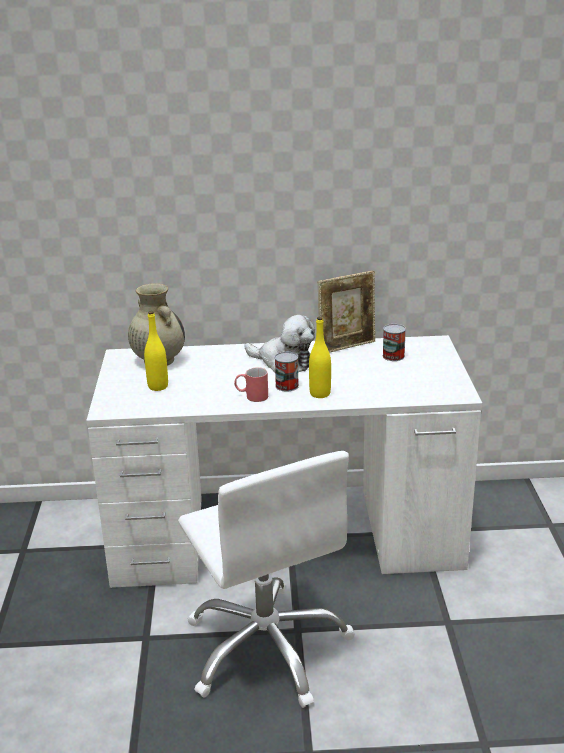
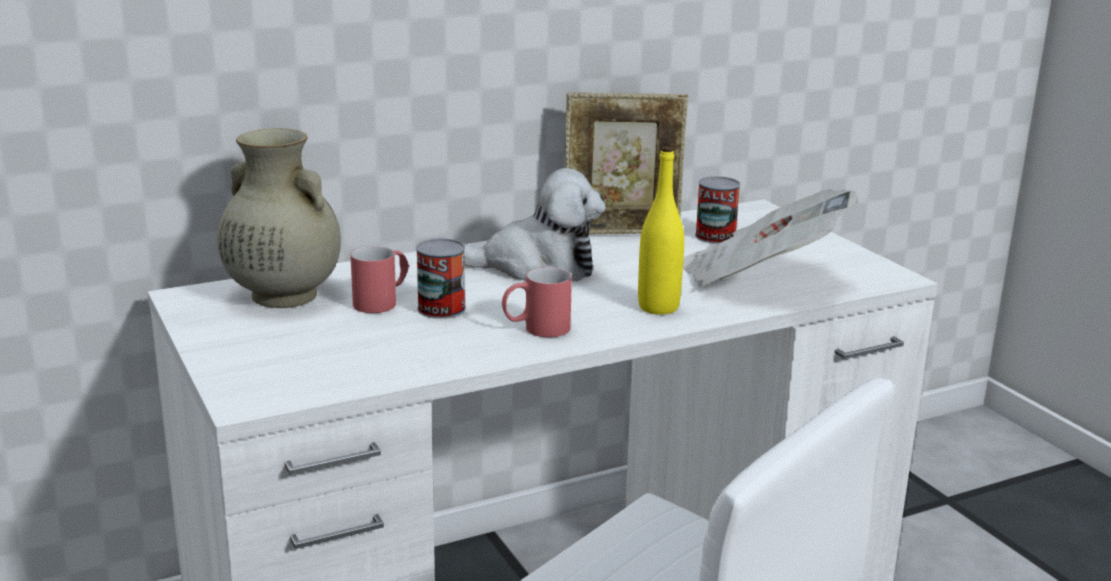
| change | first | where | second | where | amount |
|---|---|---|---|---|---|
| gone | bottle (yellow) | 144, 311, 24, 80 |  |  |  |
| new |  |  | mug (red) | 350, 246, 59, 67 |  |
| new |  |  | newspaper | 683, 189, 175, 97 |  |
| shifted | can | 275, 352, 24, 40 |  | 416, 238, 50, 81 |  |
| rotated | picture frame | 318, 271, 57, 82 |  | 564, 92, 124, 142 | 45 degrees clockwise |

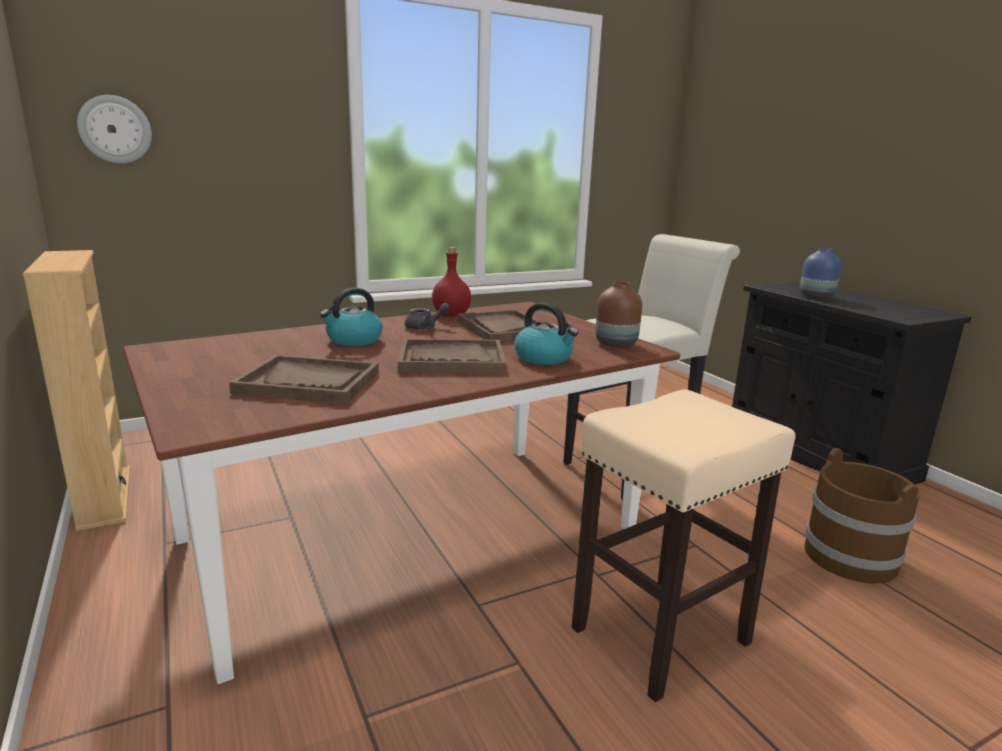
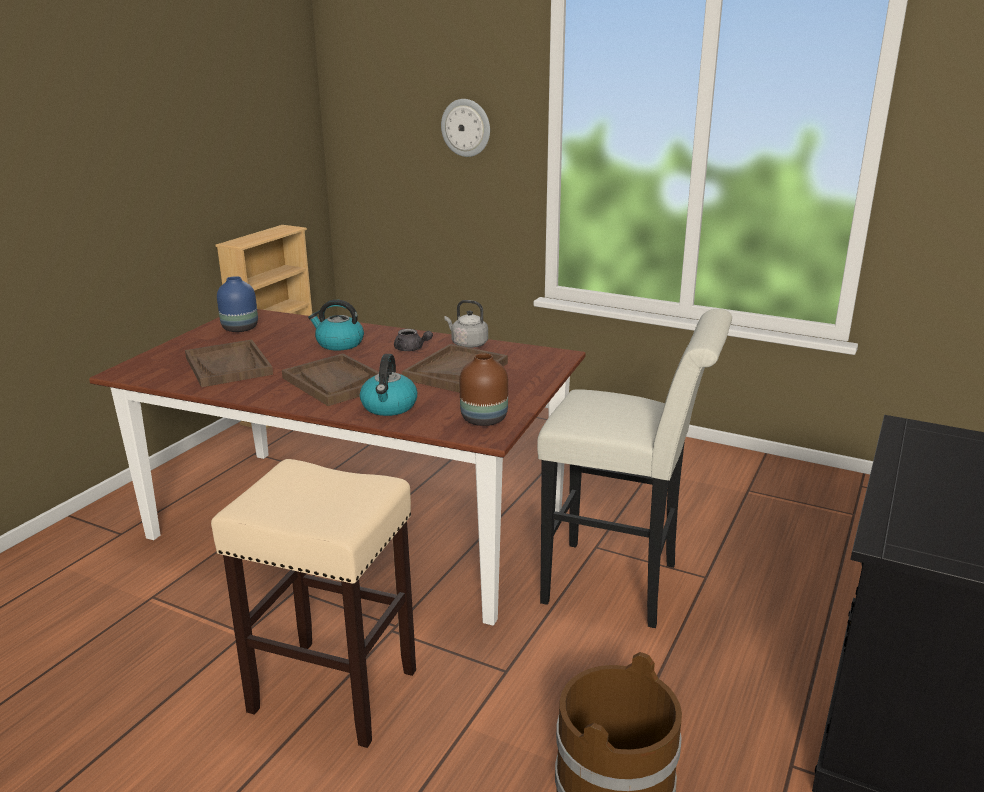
| change | first | where | second | where | amount |
|---|---|---|---|---|---|
| shifted | wall clock | 77, 95, 75, 68 |  | 441, 99, 49, 58 |  |
| shifted | vase (blue) | 800, 248, 41, 50 |  | 217, 276, 41, 56 |  |
| swapped | bottle (red) | 432, 247, 39, 70 | kettle (grey) | 444, 300, 44, 48 |  |

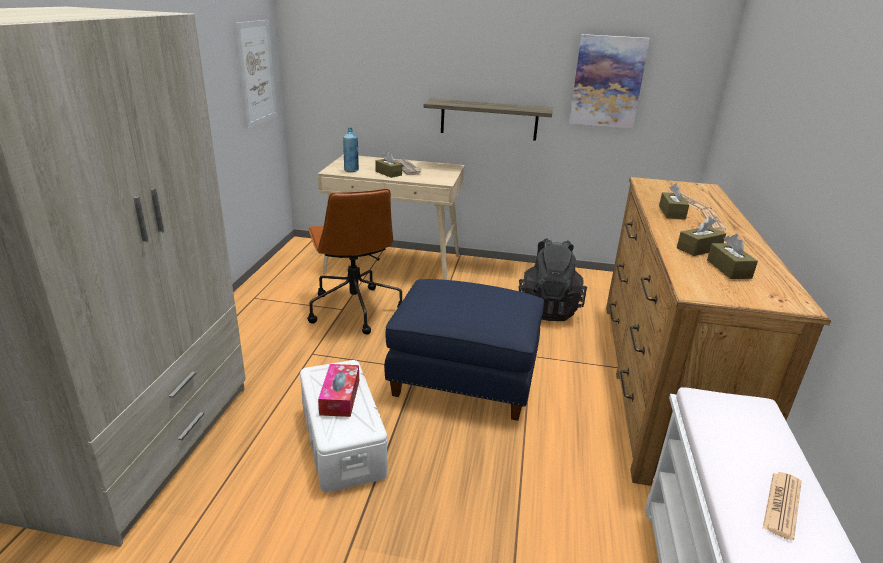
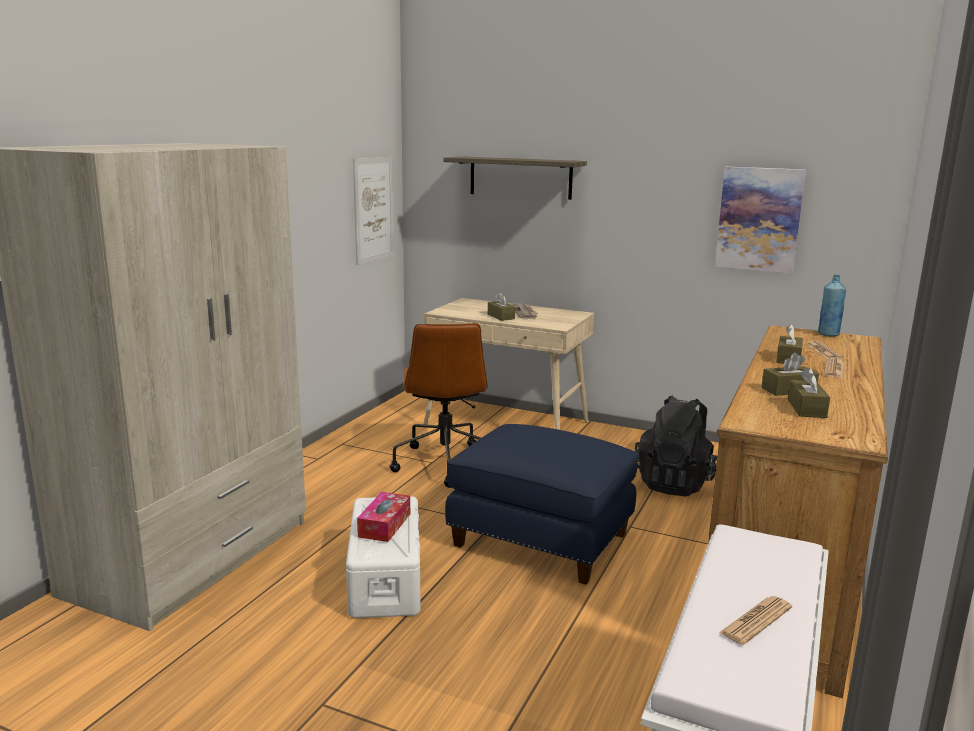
| change | first | where | second | where | amount |
|---|---|---|---|---|---|
| shifted | bottle (blue) | 343, 127, 16, 45 |  | 818, 275, 28, 61 |  |
| shifted | shelf | 424, 99, 129, 42 |  | 443, 156, 144, 44 |  |

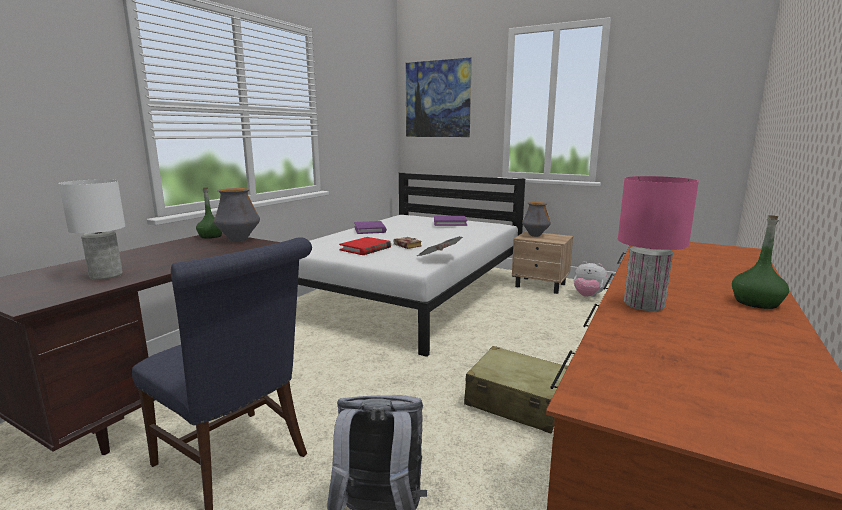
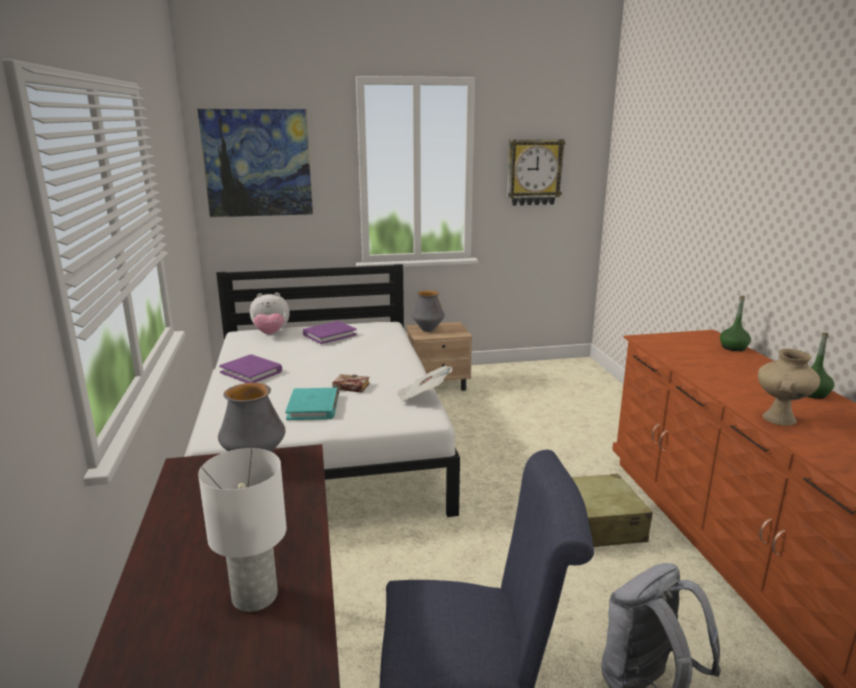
| change | first | where | second | where | amount |
|---|---|---|---|---|---|
| new |  |  | wall clock | 507, 139, 58, 67 |  |
| shifted | bottle (green) | 196, 188, 27, 51 |  | 720, 296, 31, 55 |  |
| shifted | plush toy | 573, 261, 35, 36 |  | 250, 293, 40, 42 |  |
| swapped | table lamp (pink) | 618, 176, 81, 135 | vase (beige) | 758, 349, 62, 77 |  |
| repainted | book (red) | 339, 237, 52, 18 | book (turquoise) | 285, 388, 54, 32 |  |

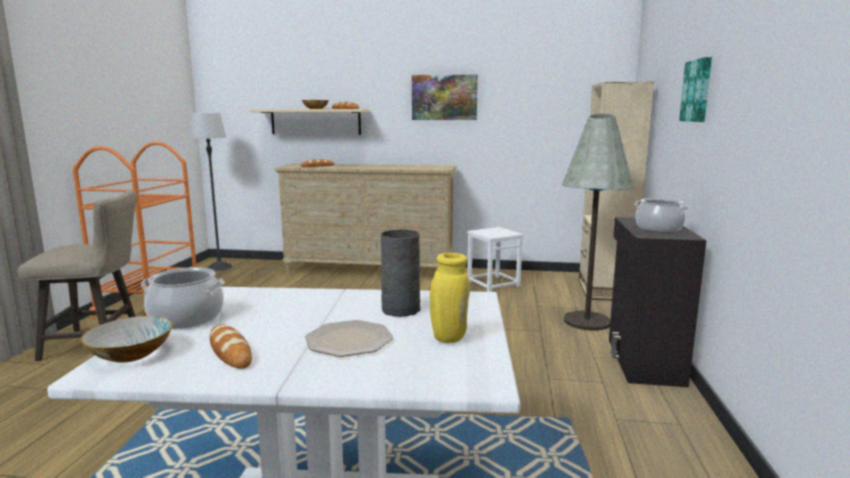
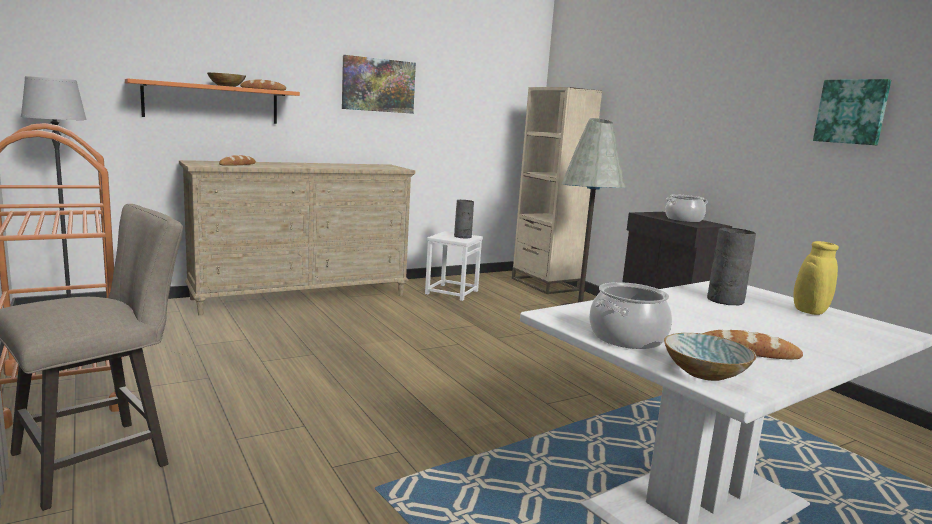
| change | first | where | second | where | amount |
|---|---|---|---|---|---|
| gone | plate | 305, 320, 88, 37 |  |  |  |
| new |  |  | vase (grey) | 454, 200, 20, 39 |  |
| shifted | picture | 679, 57, 33, 65 |  | 813, 79, 78, 66 |  |
| repainted | shelf (beige) | 249, 109, 120, 26 | shelf (orange) | 125, 78, 175, 46 |  |

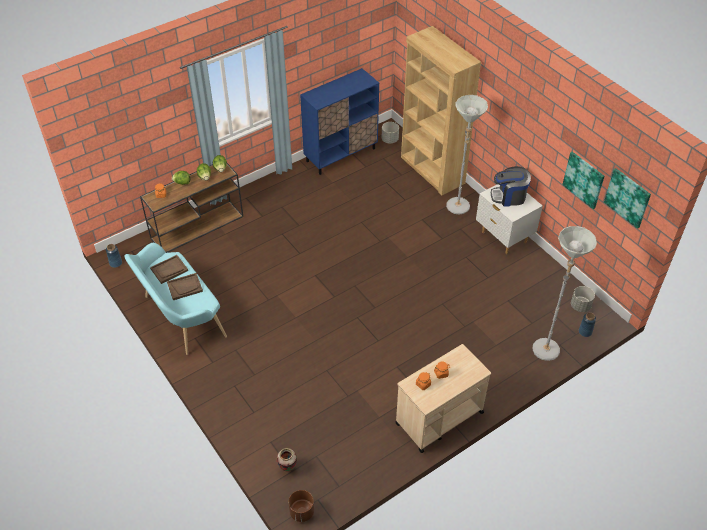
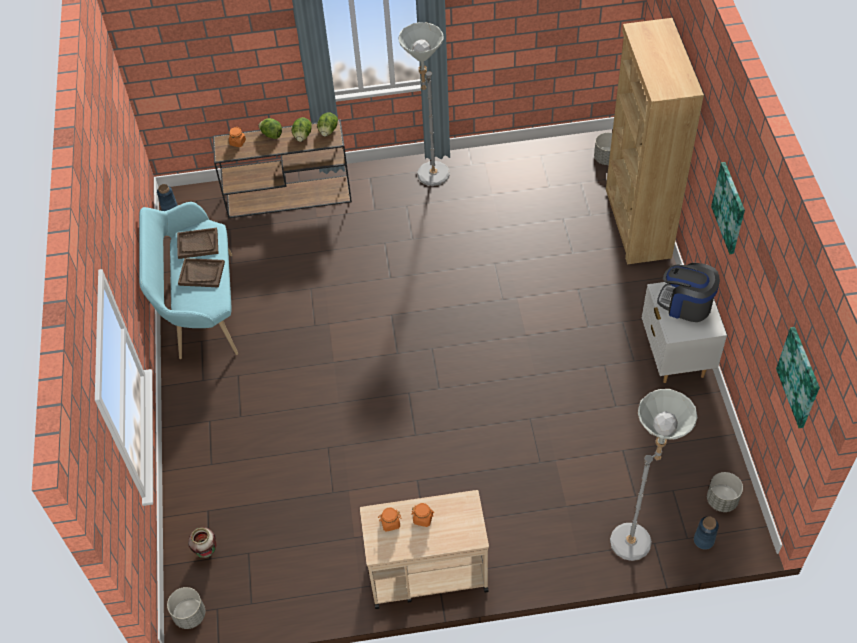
| change | first | where | second | where | amount |
|---|---|---|---|---|---|
| gone | cabinet (blue) | 300, 68, 79, 107 |  |  |  |
| shifted | floor lamp (grey) | 446, 95, 42, 119 |  | 399, 22, 51, 164 |  |
| shifted | picture | 562, 152, 43, 57 |  | 711, 162, 34, 92 |  |
| repainted | planter (brown) | 289, 490, 25, 32 | planter (grey) | 167, 587, 38, 42 |  |

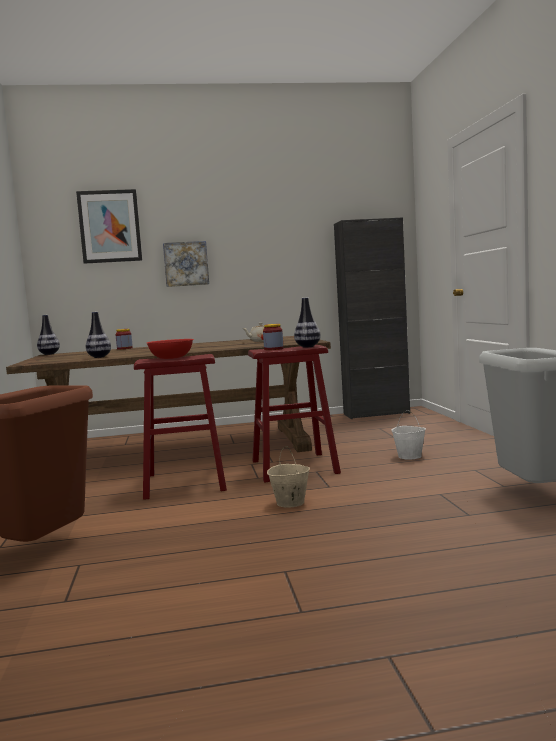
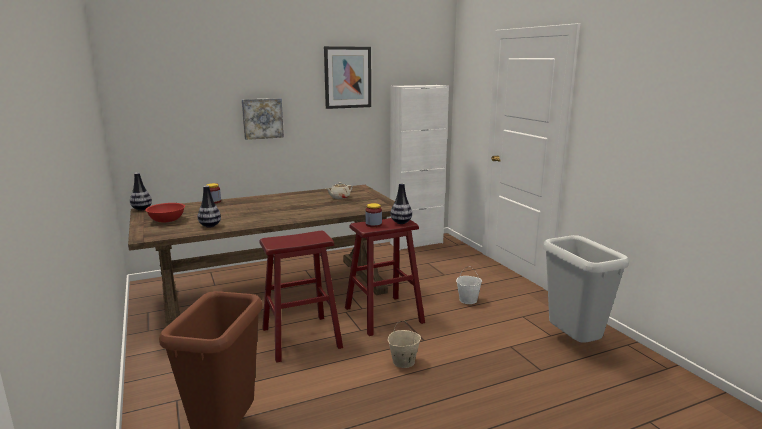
| change | first | where | second | where | amount |
|---|---|---|---|---|---|
| shifted | picture | 76, 189, 66, 75 |  | 324, 46, 47, 63 |  |
| shifted | bowl (red) | 146, 339, 48, 20 |  | 145, 203, 40, 20 |  |
| repainted | cabinet (black) | 334, 217, 76, 202 | cabinet (white) | 390, 85, 59, 165 |  |

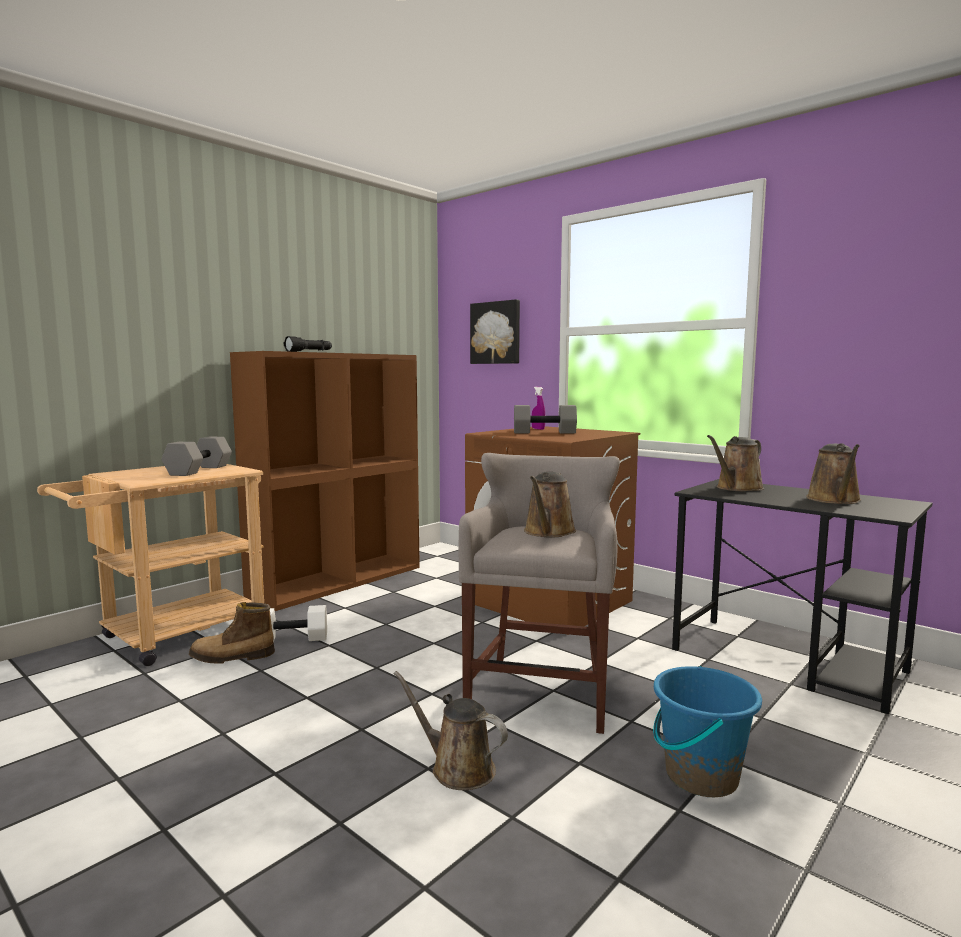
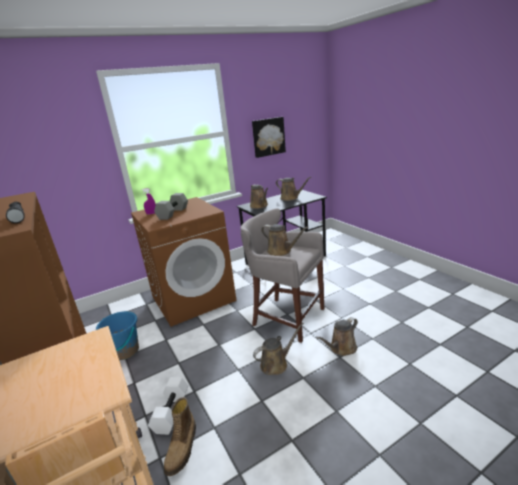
| change | first | where | second | where | amount |
|---|---|---|---|---|---|
| gone | dumbbell (grey) | 162, 437, 70, 39 |  |  |  |
| new |  |  | watering can (brown) | 253, 323, 51, 52 |  |
| shifted | picture | 470, 299, 50, 65 |  | 252, 117, 34, 41 |  |
| shifted | bucket (blue) | 653, 666, 109, 131 |  | 96, 311, 43, 49 |  |

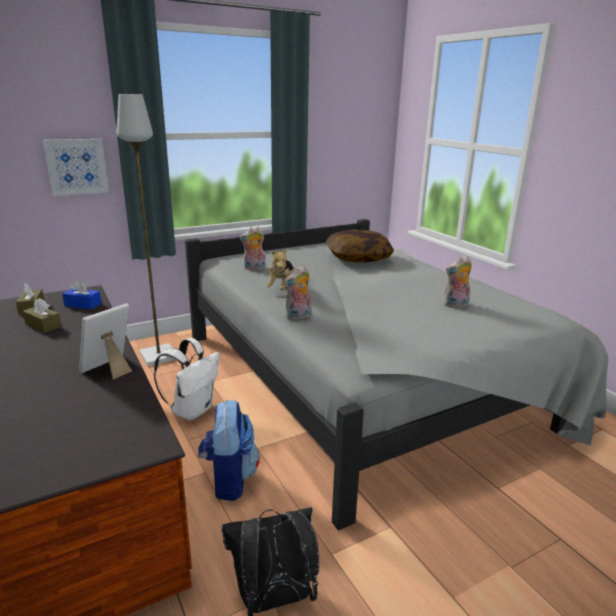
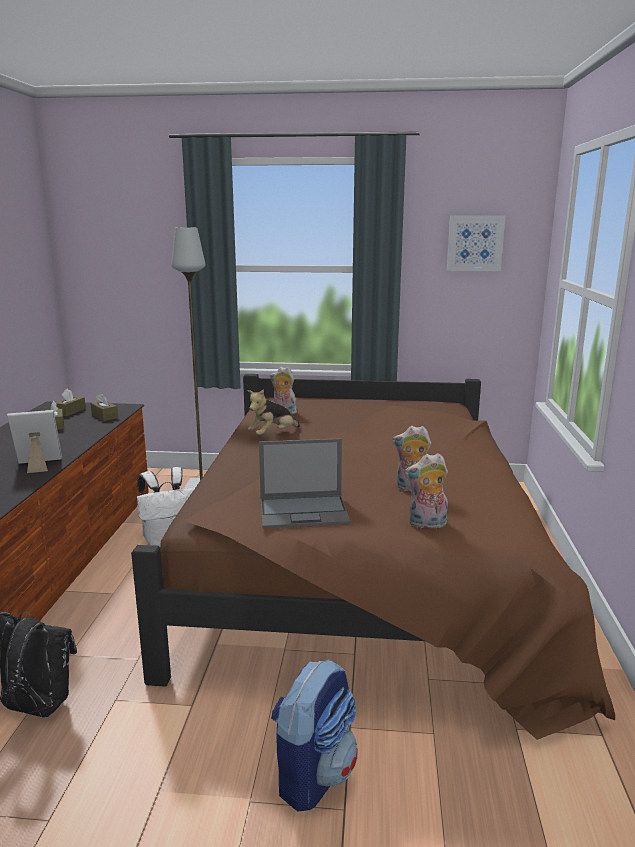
| change | first | where | second | where | amount |
|---|---|---|---|---|---|
| gone | pillow | 326, 230, 68, 33 |  |  |  |
| new |  |  | laptop | 259, 438, 91, 90 |  |
| shifted | picture | 43, 139, 66, 57 |  | 447, 216, 58, 55 |  |
| shifted | backpack | 198, 400, 62, 101 |  | 271, 659, 87, 153 |  |
| shifted | plush toy | 284, 265, 27, 56 |  | 405, 453, 43, 75 |  |
| repainted | tissue box (blue) | 62, 280, 39, 30 | tissue box (brown) | 91, 393, 27, 28 |  |
| repainted | bed (grey) | 185, 219, 423, 311 | bed (brown) | 131, 374, 484, 366 |  |

